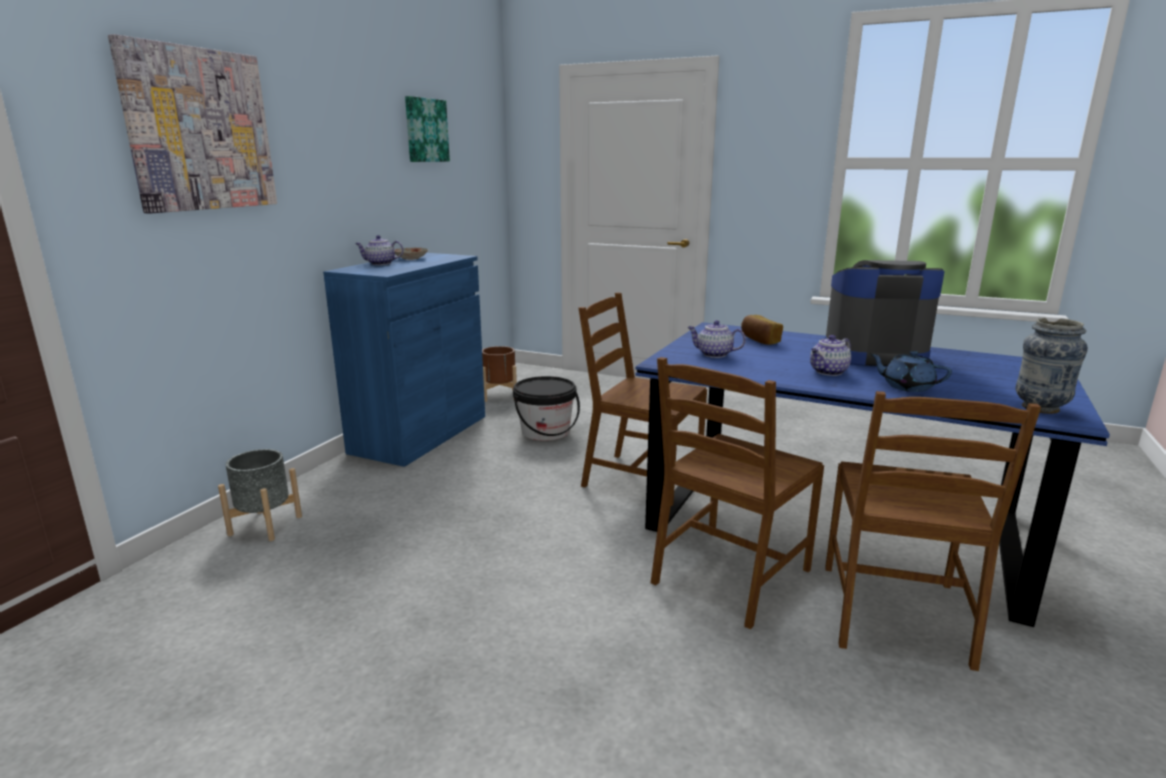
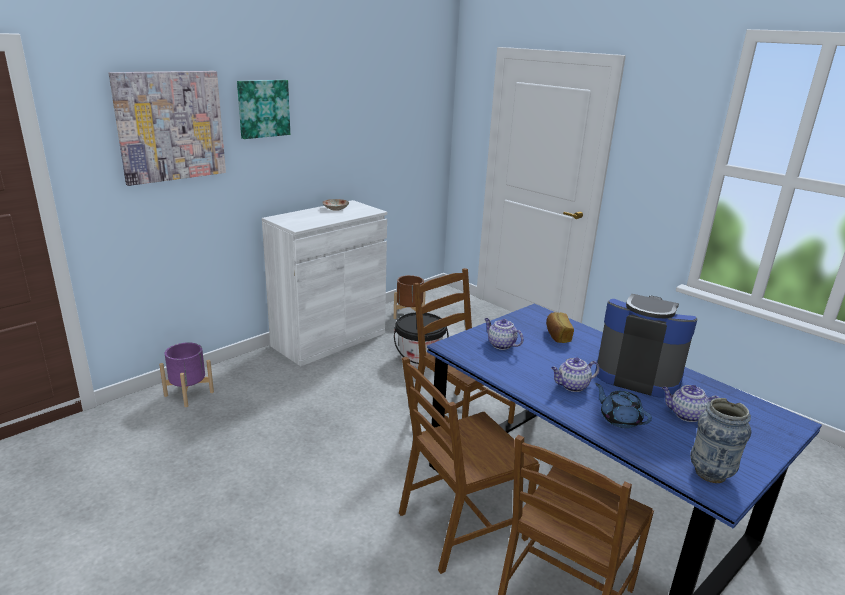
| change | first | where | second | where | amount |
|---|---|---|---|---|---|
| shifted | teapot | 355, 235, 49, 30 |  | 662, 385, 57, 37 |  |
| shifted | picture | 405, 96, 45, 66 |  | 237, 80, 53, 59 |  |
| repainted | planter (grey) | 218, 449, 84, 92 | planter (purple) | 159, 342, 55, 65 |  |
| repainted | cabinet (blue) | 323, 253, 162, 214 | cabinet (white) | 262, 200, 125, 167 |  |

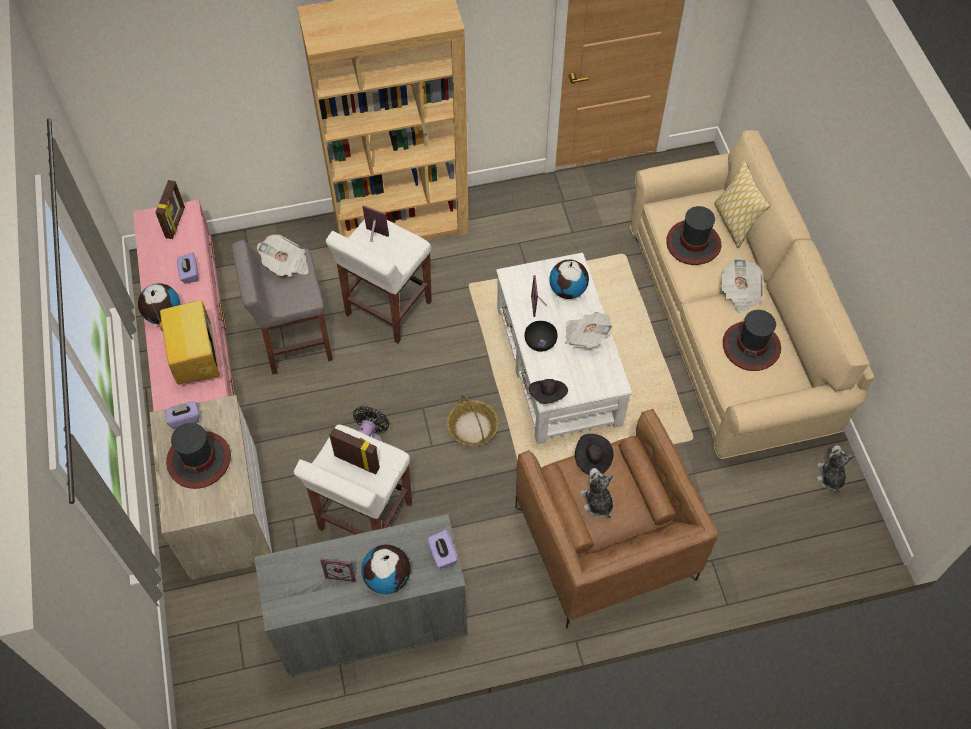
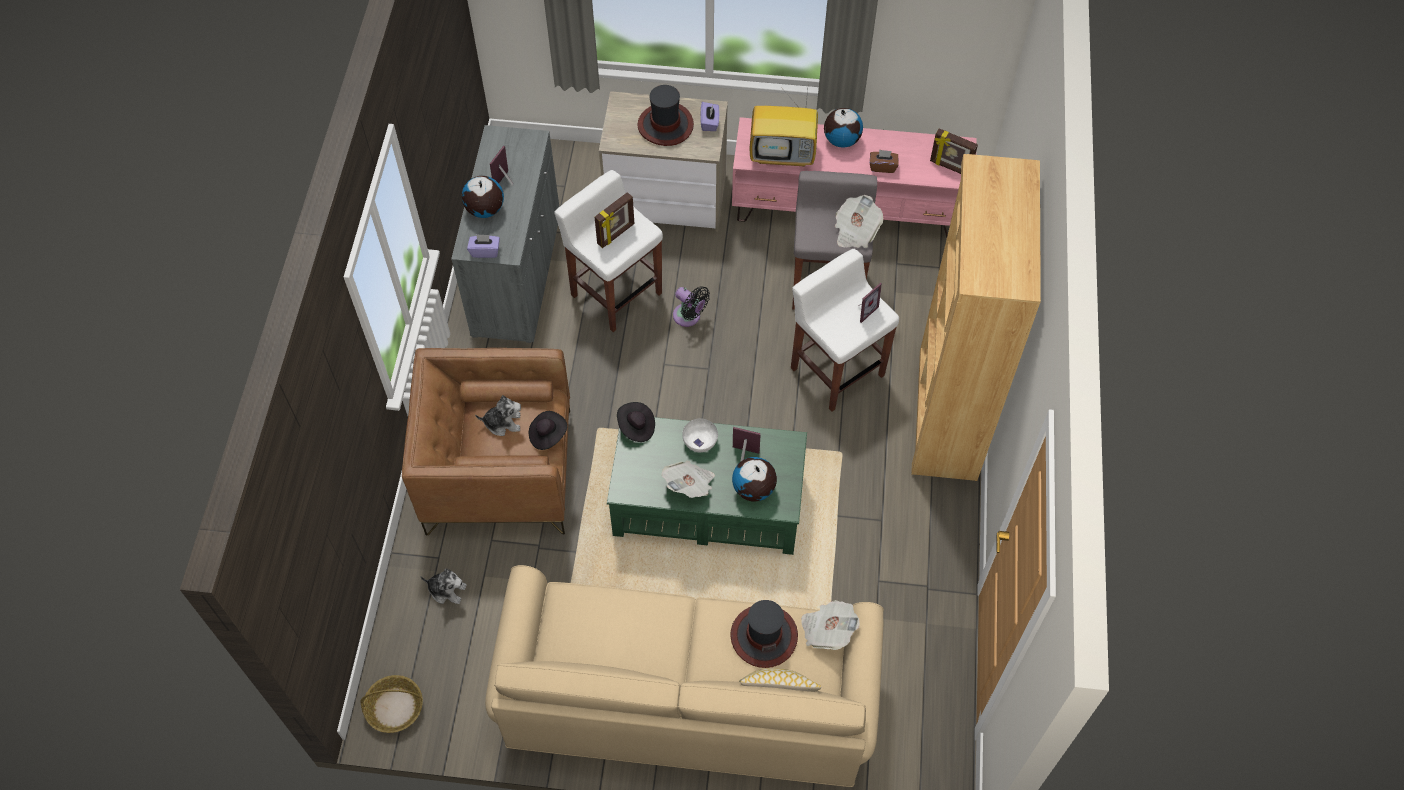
| change | first | where | second | where | amount |
|---|---|---|---|---|---|
| gone | hat | 723, 310, 58, 61 |  |  |  |
| shifted | basket | 447, 395, 51, 51 |  | 360, 675, 63, 58 |  |
| shifted | newspaper | 720, 257, 44, 56 |  | 801, 600, 59, 50 |  |
| shifted | plush toy | 817, 445, 38, 48 |  | 420, 569, 47, 35 |  |
| repainted | tissue box (purple) | 177, 252, 22, 32 | tissue box (brown) | 870, 149, 28, 24 |  |
| repainted | coffee table (white) | 496, 252, 136, 192 | coffee table (green) | 607, 417, 200, 138 |  |
| repainted | bowl (black) | 524, 321, 34, 31 | bowl (white) | 682, 418, 36, 34 |  |

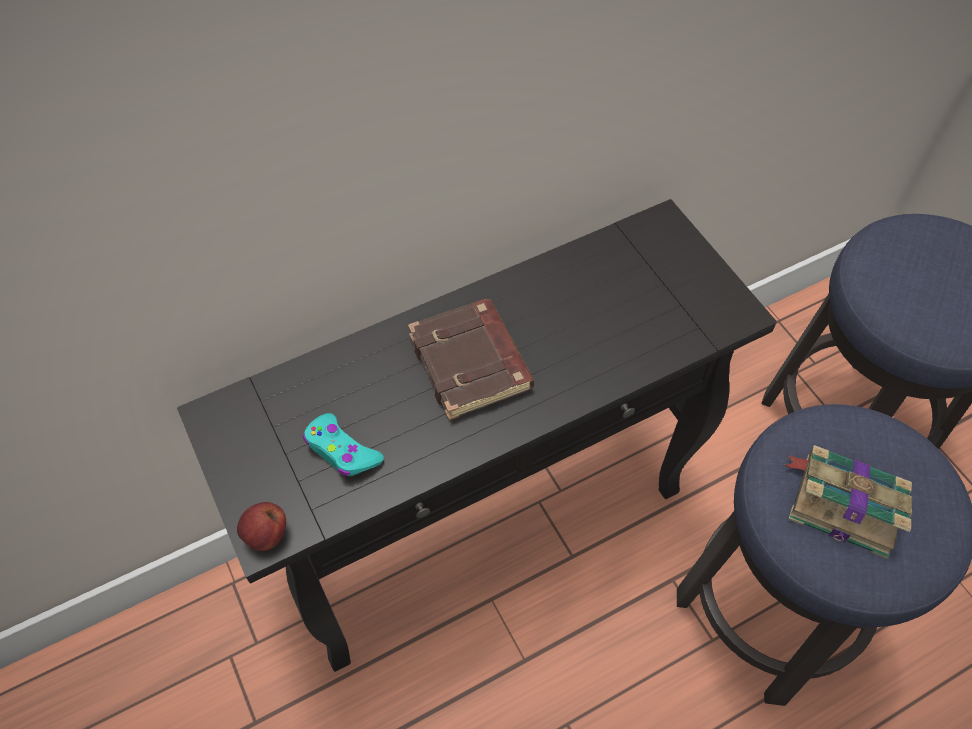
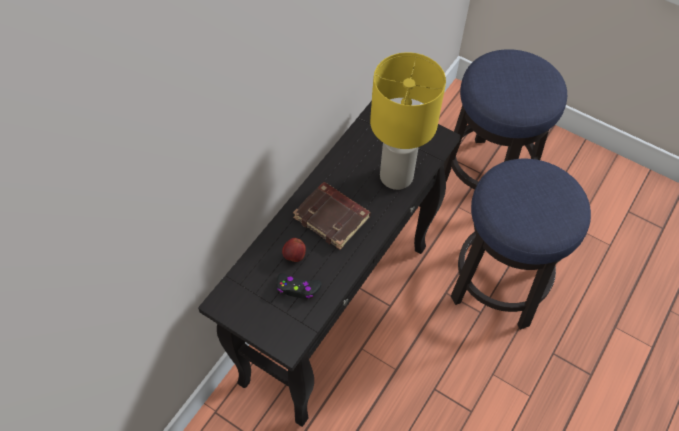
| change | first | where | second | where | amount |
|---|---|---|---|---|---|
| gone | book | 784, 445, 128, 114 |  |  |  |
| new |  |  | table lamp (yellow) | 370, 52, 76, 138 |  |
| shifted | apple | 237, 502, 49, 49 |  | 282, 238, 24, 24 |  |
| repainted | game controller (turquoise) | 303, 413, 81, 63 | game controller (black) | 277, 273, 45, 25 |  |

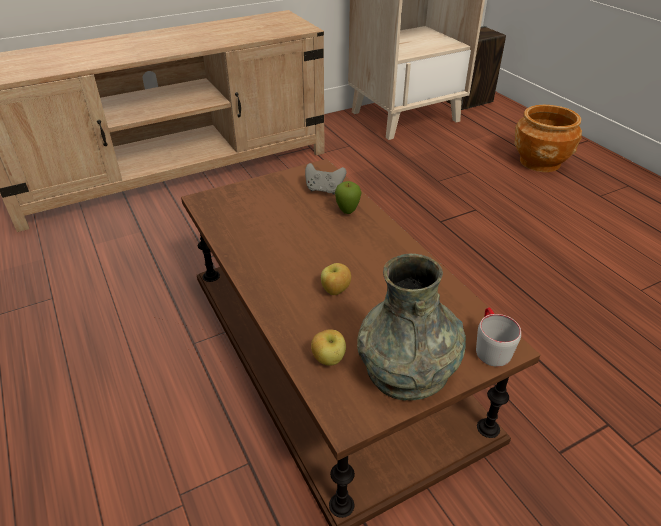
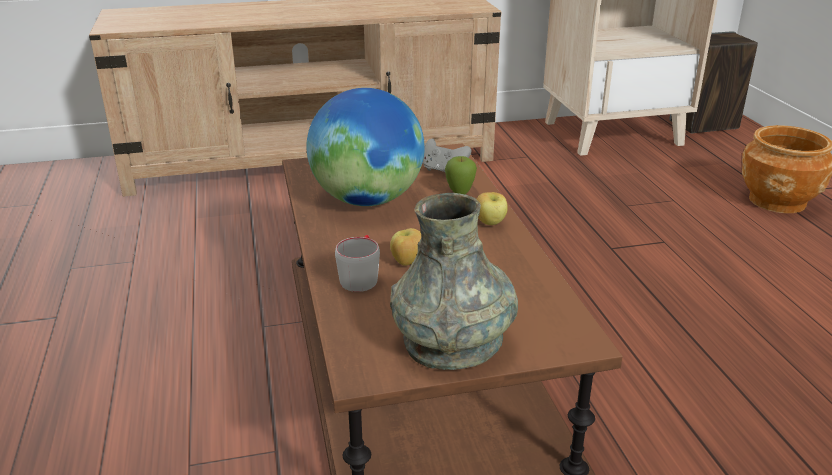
| change | first | where | second | where | amount |
|---|---|---|---|---|---|
| new |  |  | globe | 307, 88, 118, 118 |  |
| shifted | apple | 311, 329, 35, 37 |  | 476, 192, 32, 33 |  |
| shifted | mug (grey) | 476, 307, 45, 60 |  | 335, 235, 45, 57 |  |

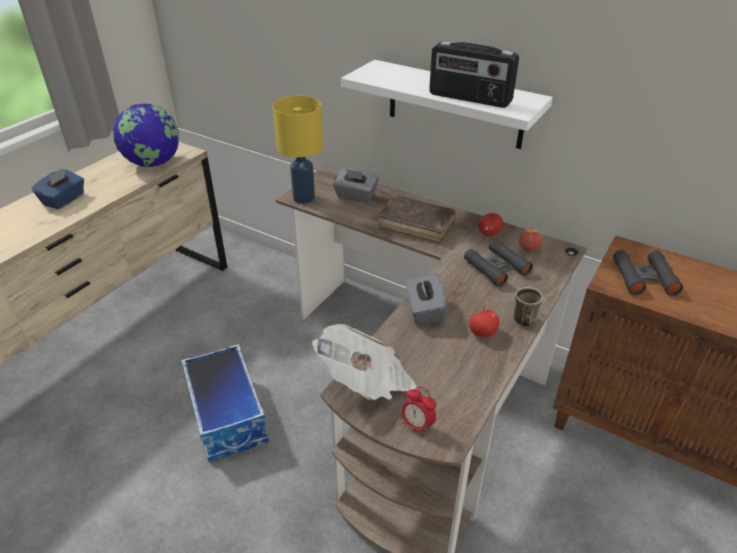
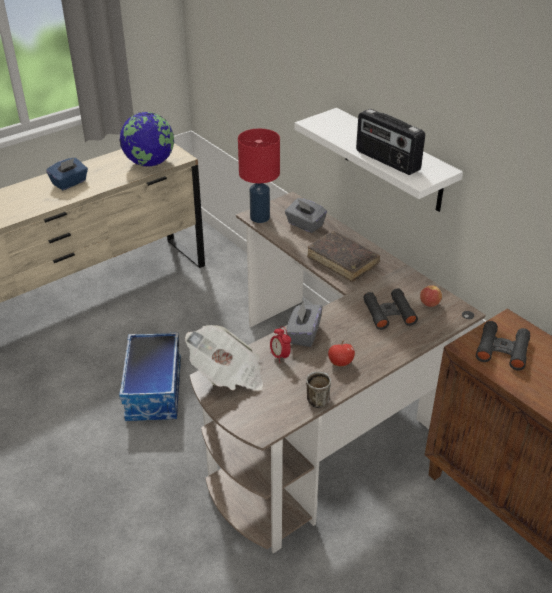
| change | first | where | second | where | amount |
|---|---|---|---|---|---|
| gone | apple | 478, 213, 25, 23 |  |  |  |
| shifted | alarm clock | 402, 386, 34, 50 |  | 270, 326, 21, 37 |  |
| shifted | mug | 513, 287, 30, 40 |  | 306, 372, 25, 36 |  |
| repainted | table lamp (yellow) | 273, 96, 50, 108 | table lamp (red) | 238, 129, 42, 94 |  |

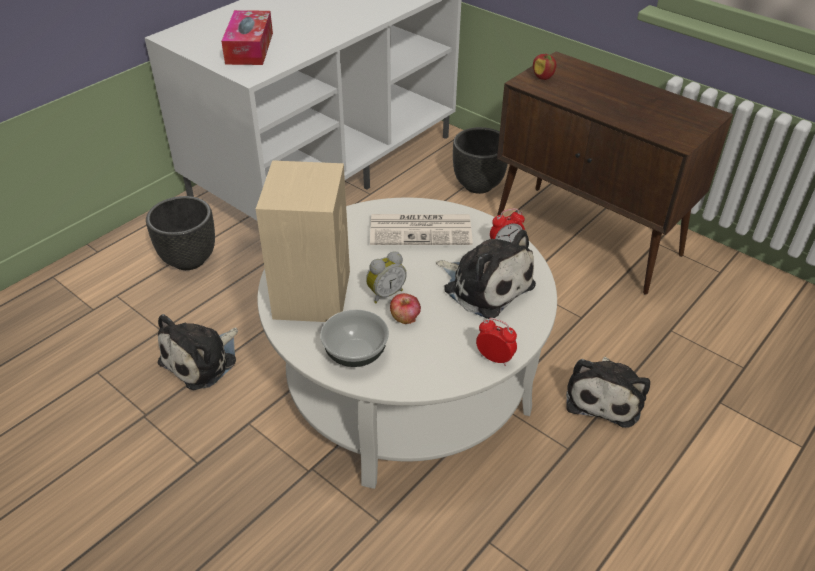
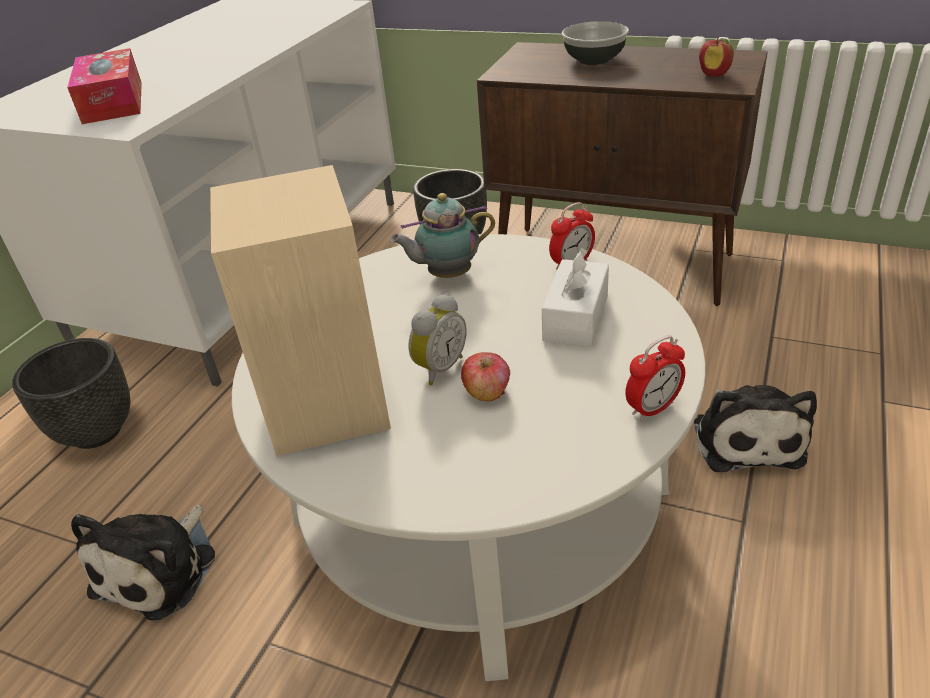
| change | first | where | second | where | amount |
|---|---|---|---|---|---|
| shifted | bowl | 320, 309, 69, 58 |  | 562, 21, 67, 44 |  |
| shifted | apple | 533, 53, 24, 27 |  | 699, 36, 35, 41 |  |
| swapped | newspaper | 370, 214, 103, 31 | teapot | 390, 193, 105, 85 |  |
| swapped | plush toy | 436, 230, 100, 89 | tissue box (white) | 542, 248, 67, 99 |  |
| rotated | alarm clock | 476, 318, 41, 48 |  | 625, 335, 60, 86 | 135 degrees clockwise |

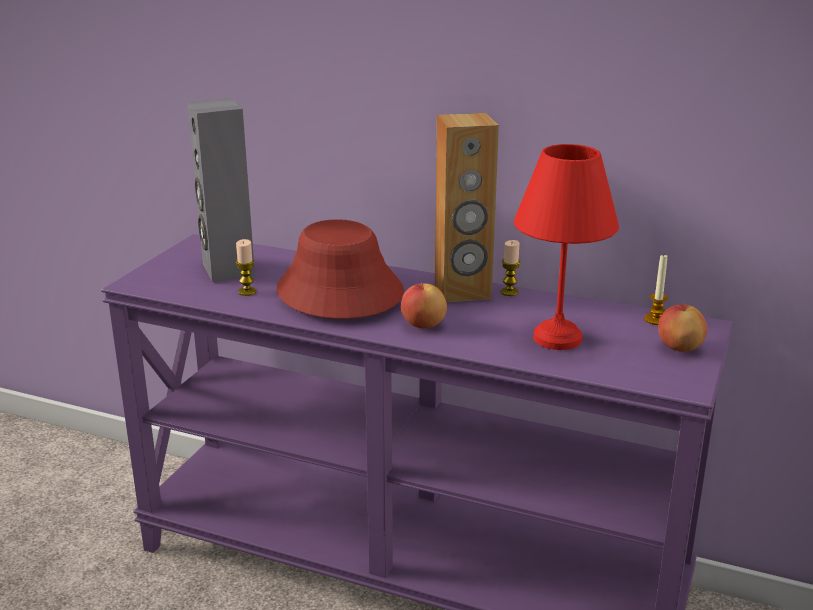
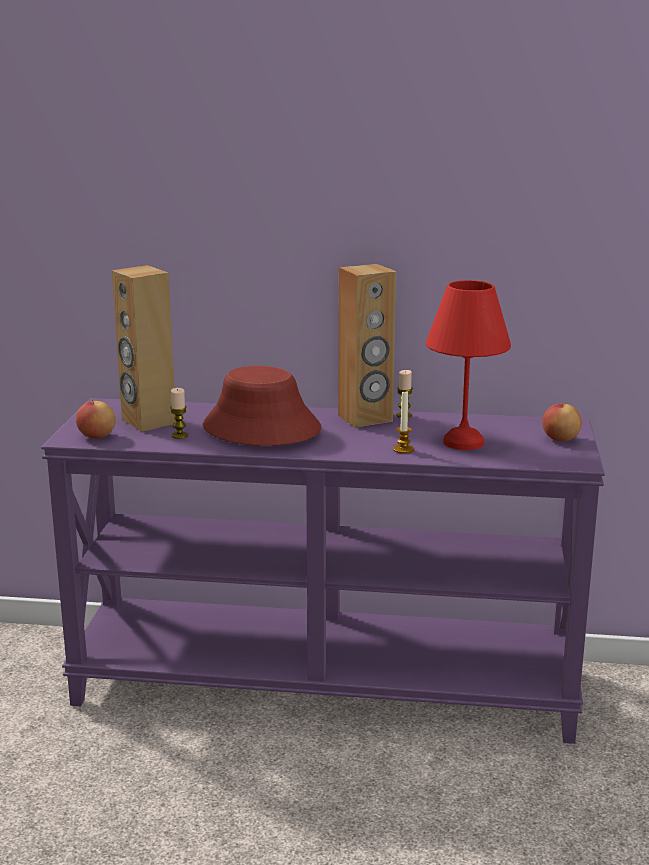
| change | first | where | second | where | amount |
|---|---|---|---|---|---|
| shifted | apple | 401, 282, 46, 46 |  | 76, 400, 40, 38 |  |
| shifted | candle | 644, 255, 24, 70 |  | 393, 391, 21, 63 |  |
| repainted | speaker (grey) | 187, 98, 68, 184 | speaker (brown) | 112, 265, 64, 167 |  |

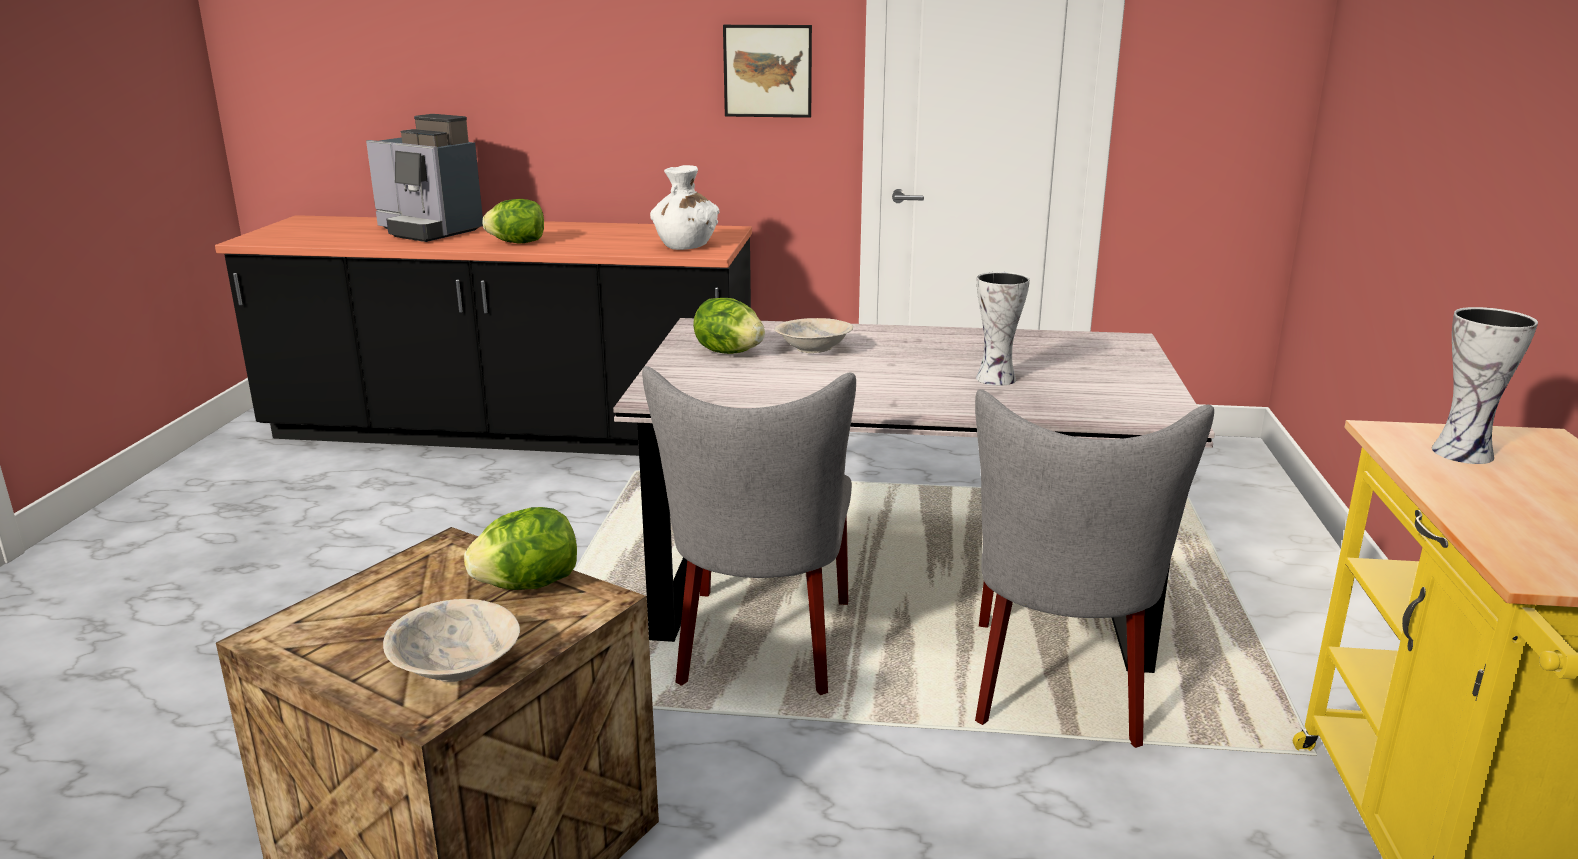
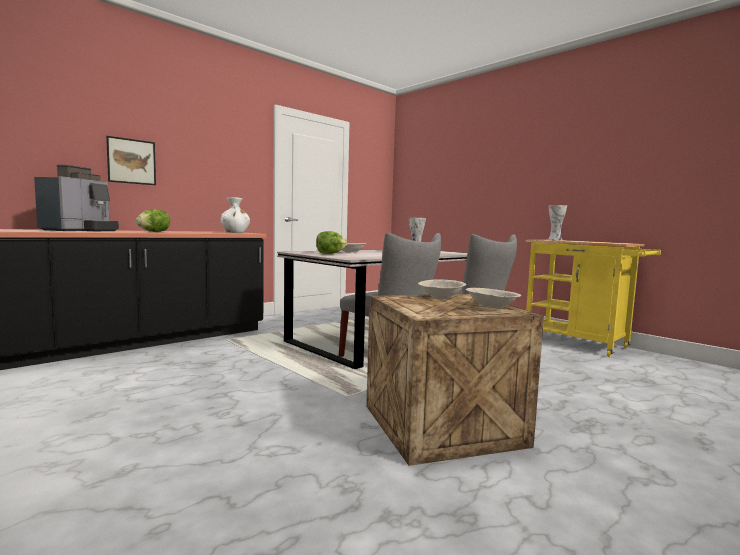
| change | first | where | second | where | amount |
|---|---|---|---|---|---|
| shifted | picture | 723, 25, 89, 93 |  | 106, 136, 50, 49 |  |
| swapped | lettuce | 464, 507, 113, 83 | bowl (beige) | 418, 280, 48, 19 |  |
| rotated | coffee machine | 366, 114, 117, 128 |  | 34, 165, 85, 66 | 60 degrees counterclockwise |

